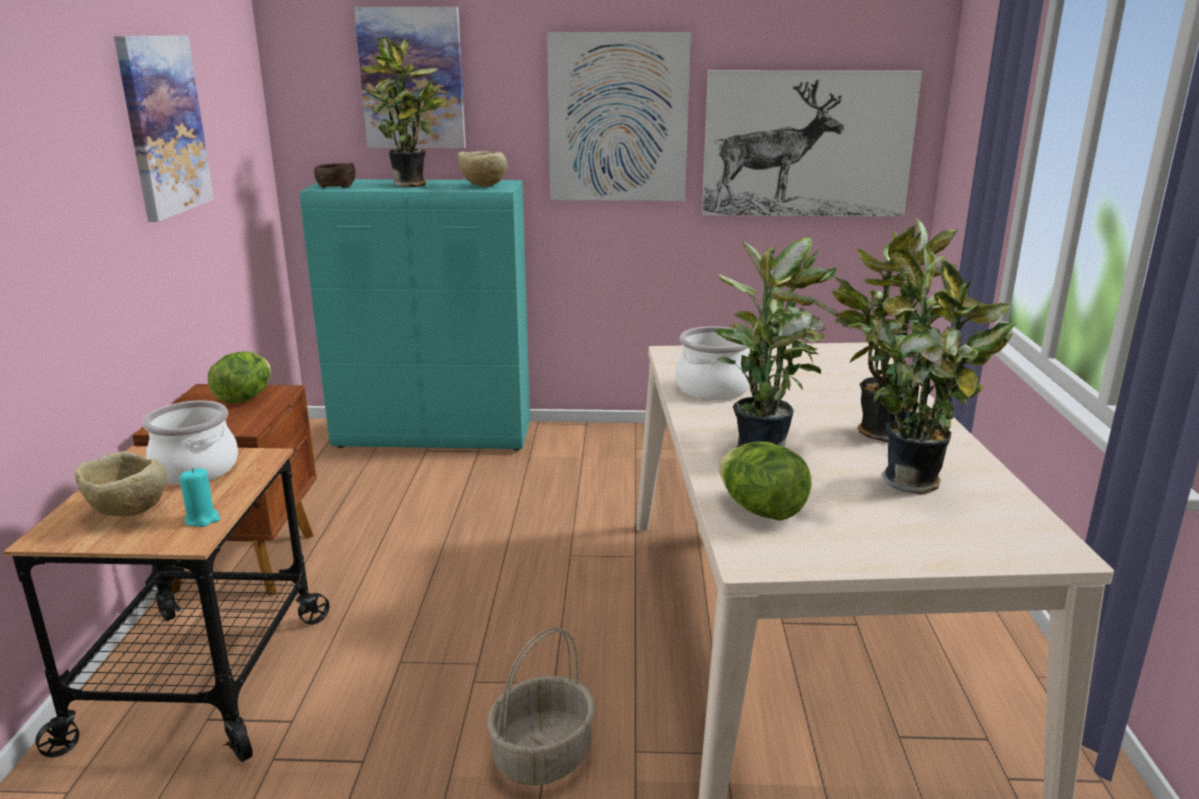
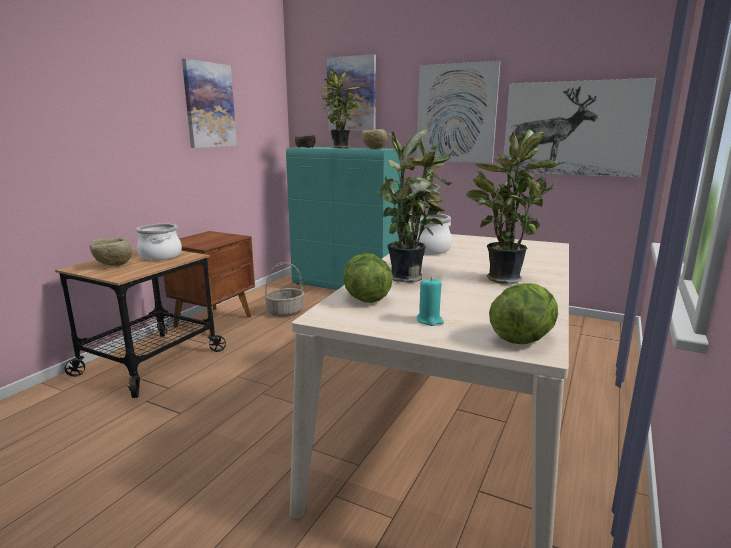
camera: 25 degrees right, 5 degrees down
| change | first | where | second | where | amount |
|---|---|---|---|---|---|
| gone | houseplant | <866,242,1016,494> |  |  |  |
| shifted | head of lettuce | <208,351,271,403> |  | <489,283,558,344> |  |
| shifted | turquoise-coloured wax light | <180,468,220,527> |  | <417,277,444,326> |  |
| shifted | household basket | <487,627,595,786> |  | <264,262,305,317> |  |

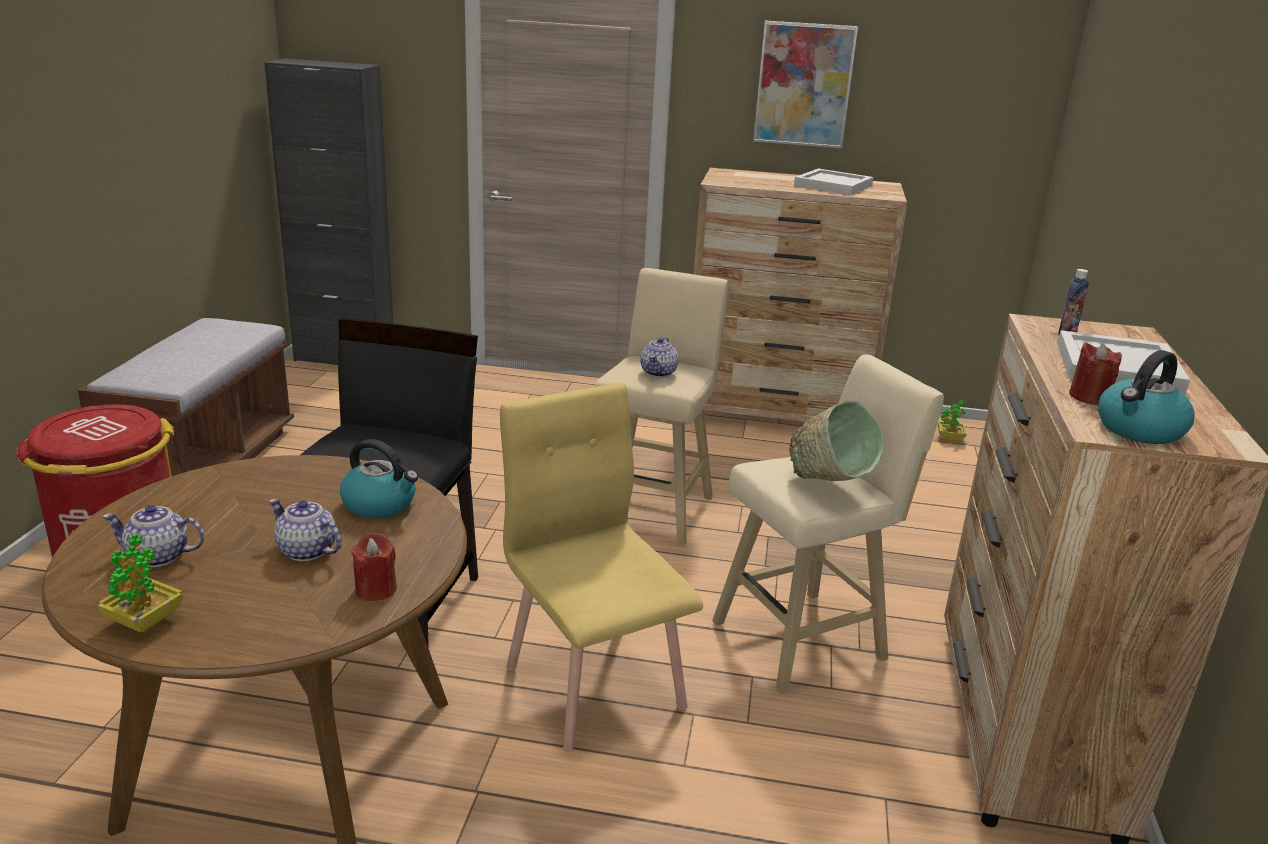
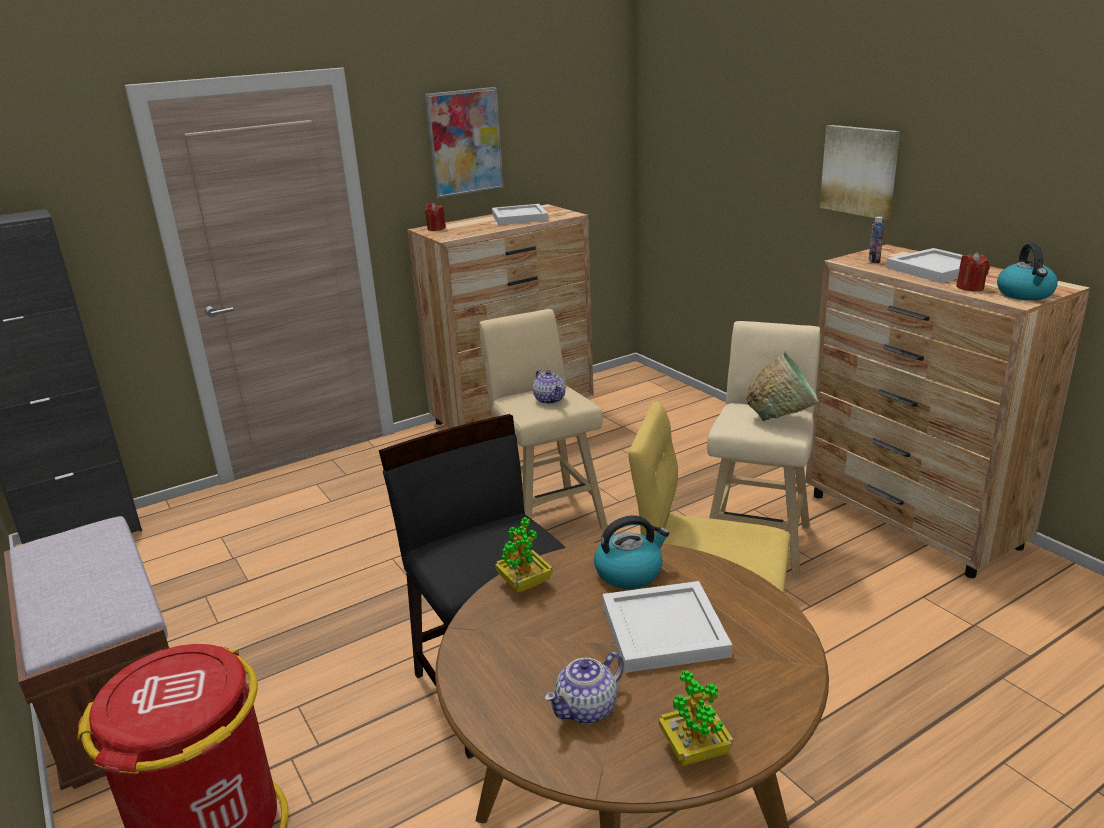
camera: 40 degrees left, 0 degrees up
| change | first | where | second | where | amount |
|---|---|---|---|---|---|
| shifted | houseplant | <938,400,967,442> |  | <495,517,552,592> |  |
| swapped | tea pot | <269,499,342,561> | white-coloured tray | <602,581,732,673> |  |
| shifted | red-coloured wax light | <351,533,397,601> |  | <425,203,446,231> |  |
| new |  |  | wall art | <820,125,900,220> |  |

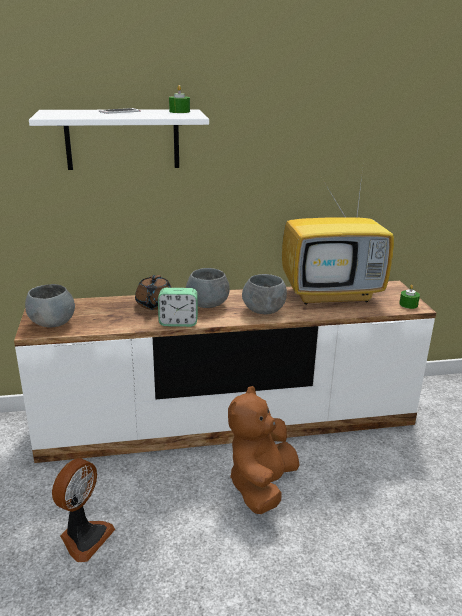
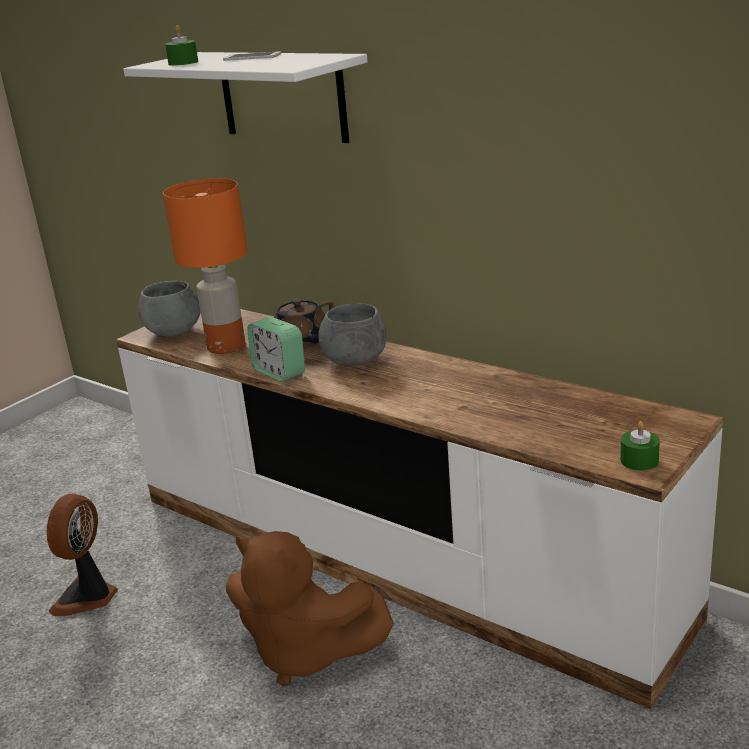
camera: 50 degrees right, 0 degrees up
| change | first | where | second | where | amount |
|---|---|---|---|---|---|
| shifted | green wax light | <169,85,190,113> |  | <165,25,198,66> |  |
| gone | TV | <282,168,394,305> |  |  |  |
| gone | greyish deep dish | <242,274,287,314> |  |  |  |
| rotated | brown cuddly toy | <228,386,299,514> |  | <226,531,394,686> | 135 degrees counterclockwise |
| rotated | electric fan | <52,458,115,562> |  | <47,494,118,617> | 120 degrees clockwise |
| new |  |  | orange-coloured lamp for a table | <163,178,248,354> |  |

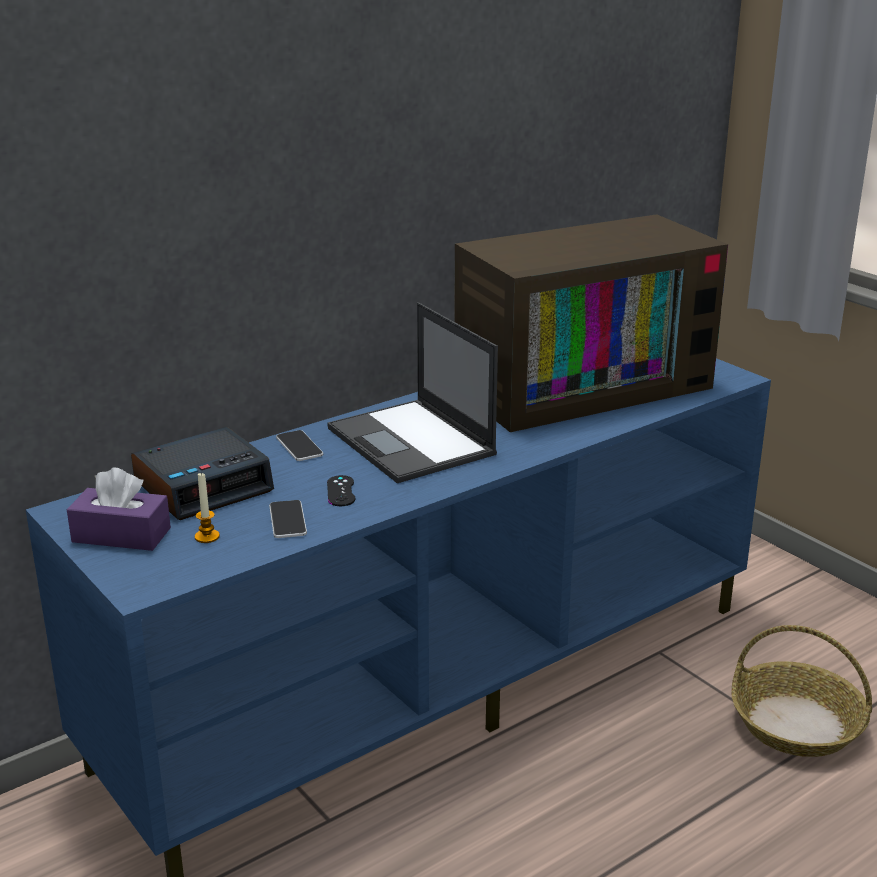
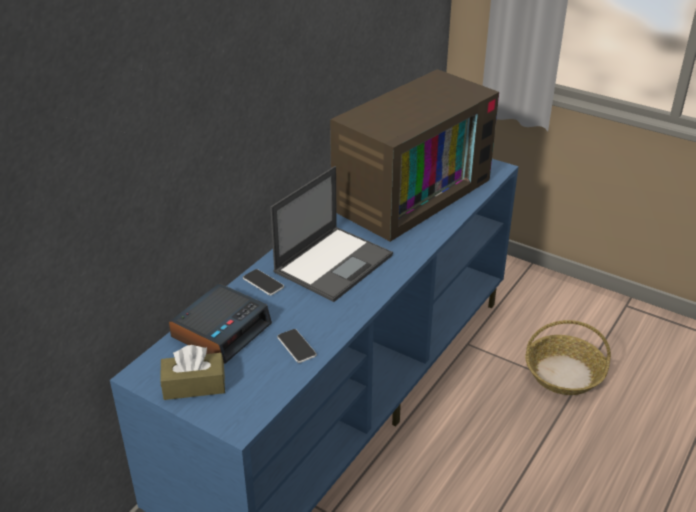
camera: 20 degrees left, 10 degrees up
| change | first | where | second | where | amount |
|---|---|---|---|---|---|
| rotated | laptop | <327,302,498,483> |  | <270,166,393,302> | 90 degrees counterclockwise |
| repainted | purplish tissue holder | <67,467,171,551> | brown tissue holder | <160,345,225,400> |  |
| gone | wax light | <195,473,220,543> |  |  |  |
| gone | black game controller | <327,475,355,506> |  |  |  |

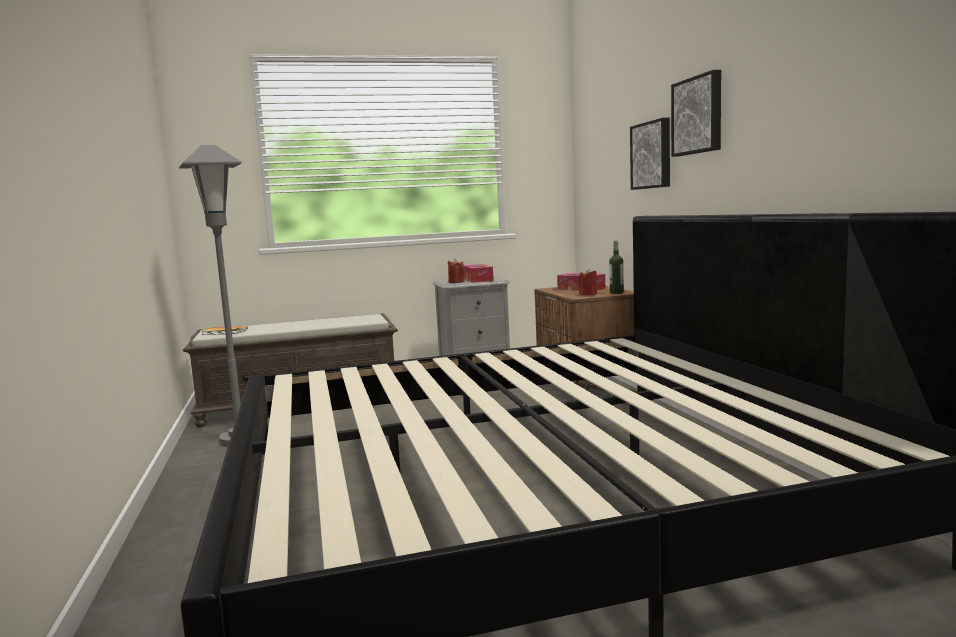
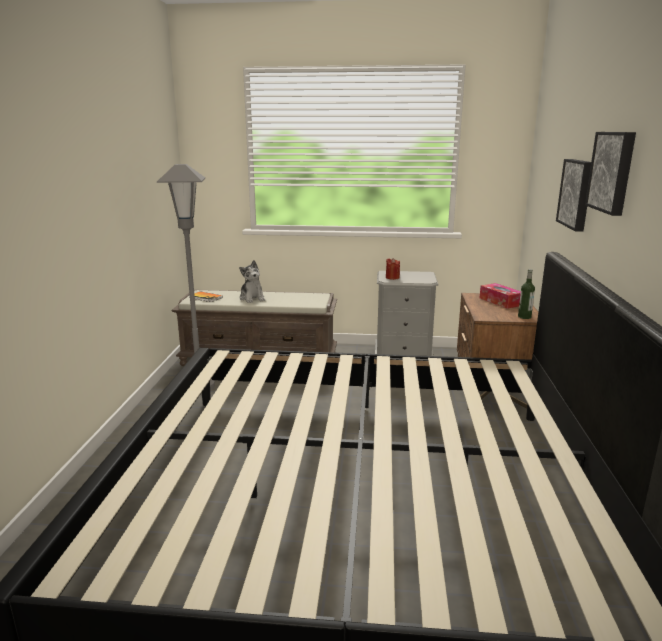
camera: 20 degrees right, 10 degrees up
| change | first | where | second | where | amount |
|---|---|---|---|---|---|
| gone | tissue holder | <463,264,494,283> |  |  |  |
| gone | red-coloured wax light | <579,269,597,295> |  |  |  |
| new |  |  | cuddly toy | <239,260,265,303> |  |

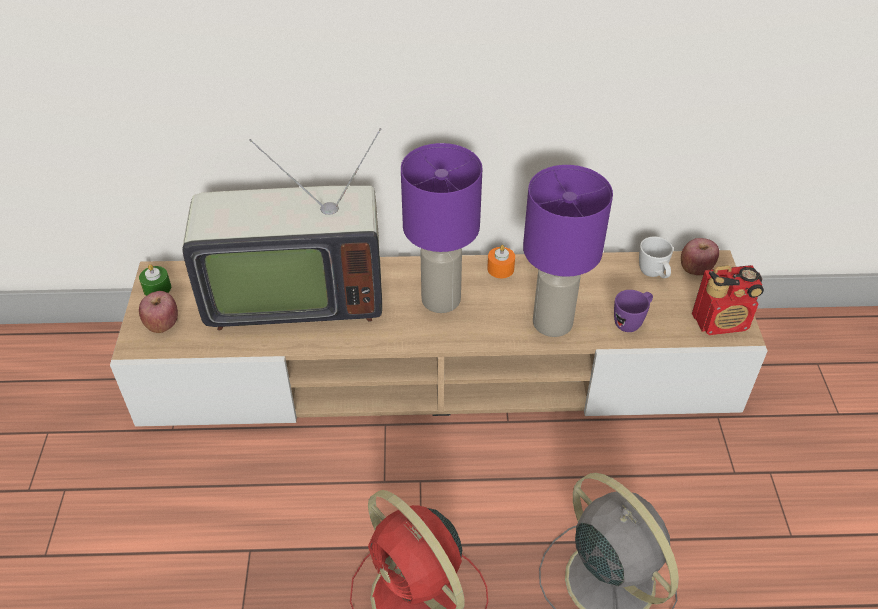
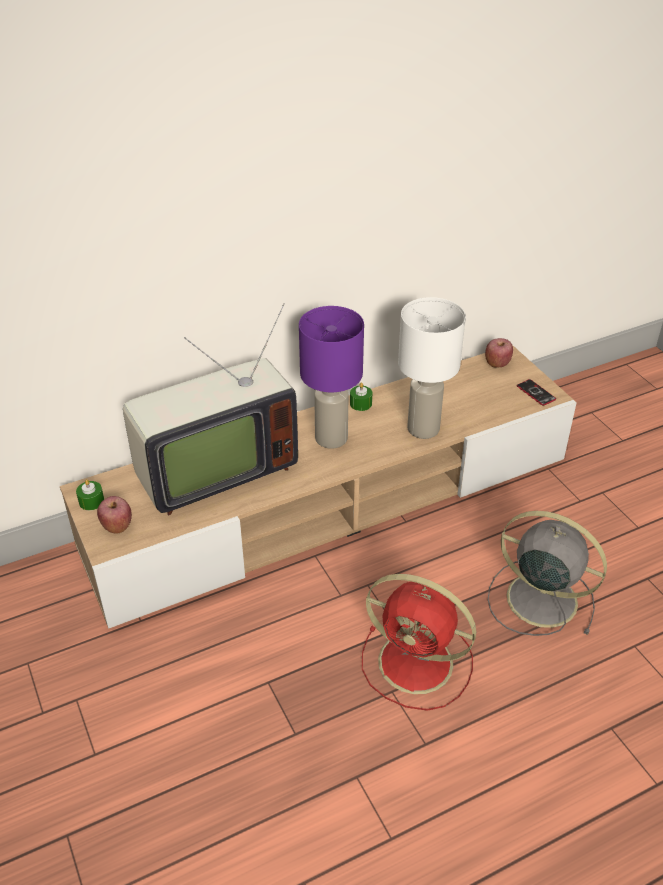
camera: 25 degrees left, 5 degrees down
| change | first | where | second | where | amount |
|---|---|---|---|---|---|
| repainted | purplish lamp for a table | <523,165,613,337> | white-coloured lamp for a table | <398,297,466,439> |  |
| gone | white-coloured coffee mug | <639,237,673,278> |  |  |  |
| repainted | orange-coloured wax light | <487,245,515,278> | green wax light | <350,383,372,411> |  |
| swapped | radio receiver | <692,265,764,335> | telephone | <517,379,556,406> |  |
| gone | purplish coffee mug | <614,290,653,332> |  |  |  |

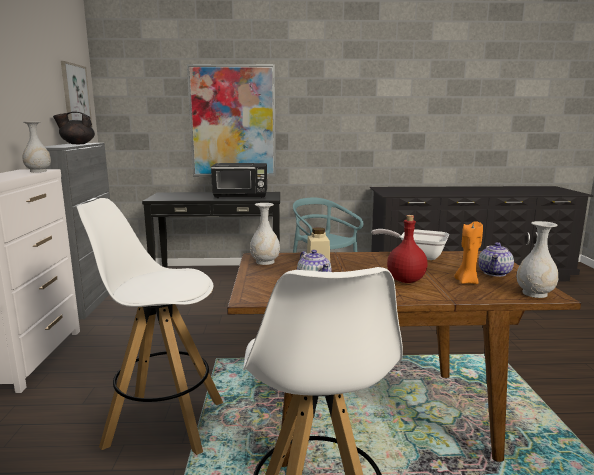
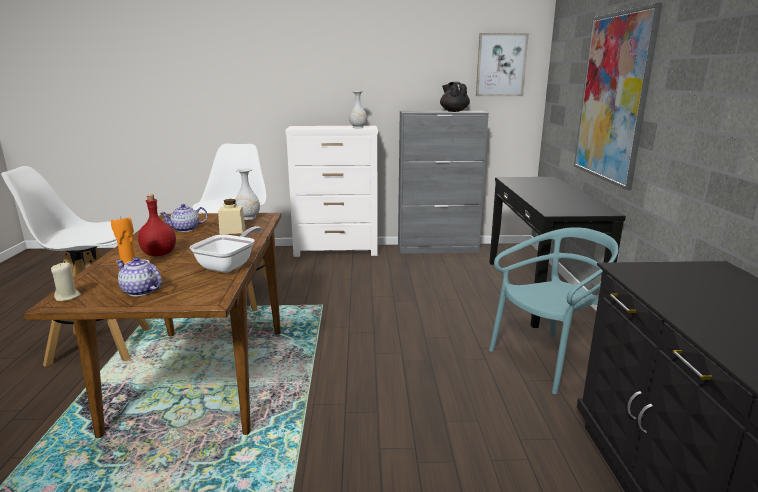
camera: 90 degrees right, 5 degrees up
| change | first | where | second | where | amount |
|---|---|---|---|---|---|
| gone | black kitchen microwave | <211,163,267,198> |  |  |  |
| swapped | white-coloured flower vase | <517,221,558,298> | sand-coloured wax light | <51,262,81,301> |  |

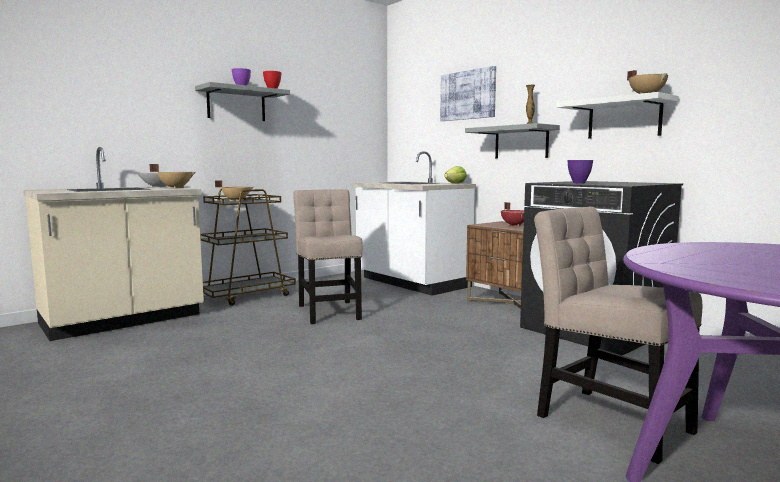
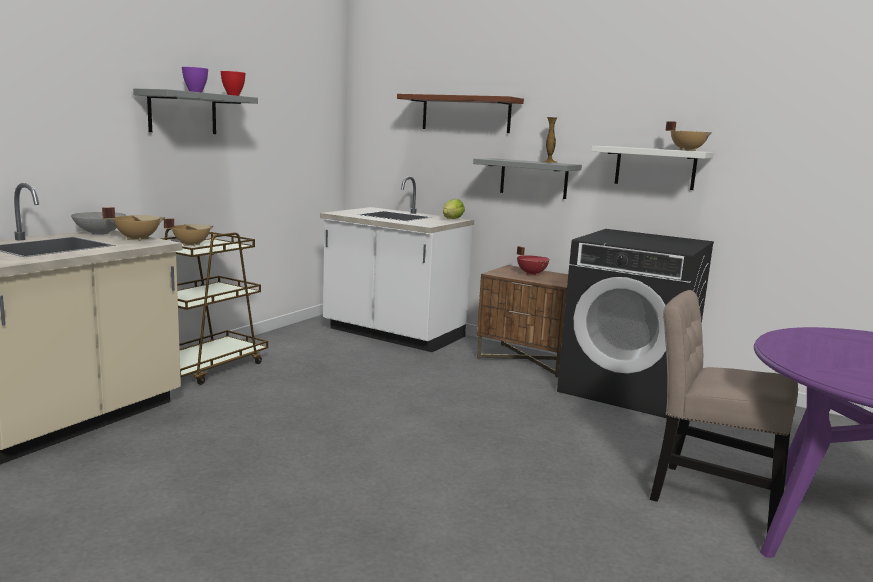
camera: 20 degrees left, 5 degrees up
| change | first | where | second | where | amount |
|---|---|---|---|---|---|
| swapped | wall art | <440,66,496,121> | brown wall shelf | <397,94,524,133> |  |
| gone | purplish deep dish | <568,160,593,183> |  |  |  |
| gone | sand-coloured upright chair | <293,190,362,324> |  |  |  |

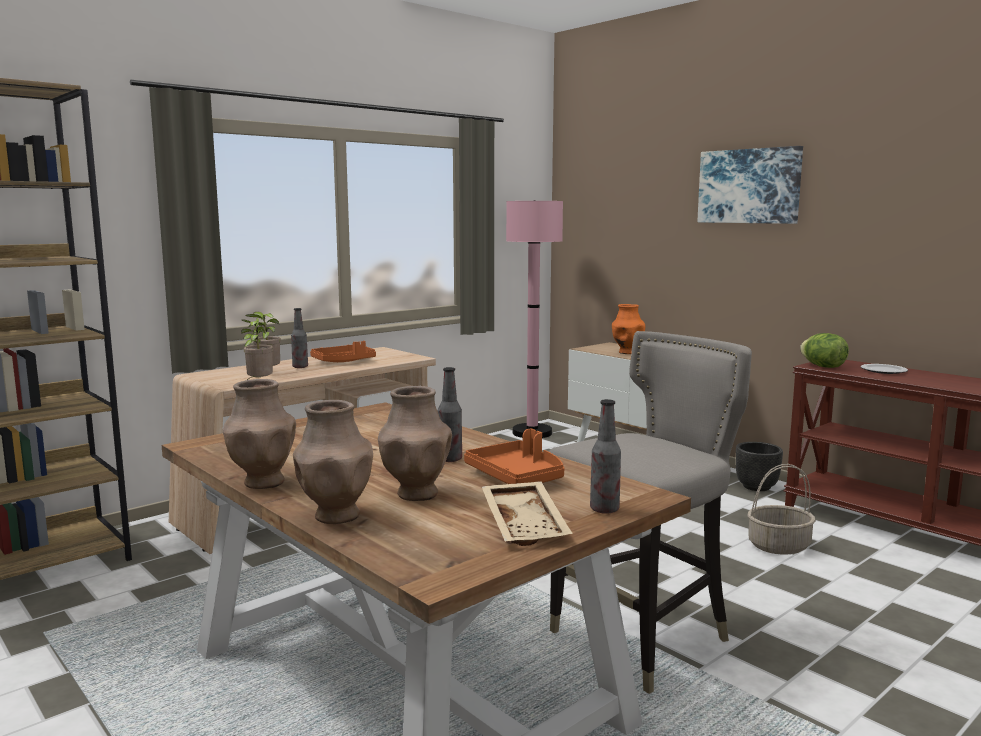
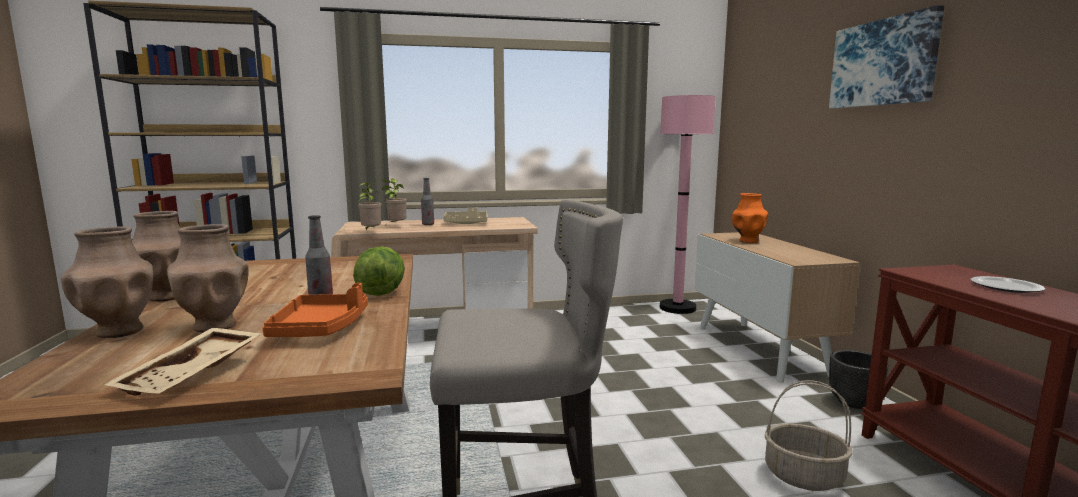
camera: 30 degrees right, 0 degrees up
| change | first | where | second | where | amount |
|---|---|---|---|---|---|
| shifted | head of lettuce | <800,333,849,368> |  | <353,246,405,296> |  |
| repainted | orange-coloured tray | <310,341,376,362> | sand-coloured tray | <443,208,488,224> |  |
| gone | beverage bottle | <590,399,621,514> |  |  |  |

